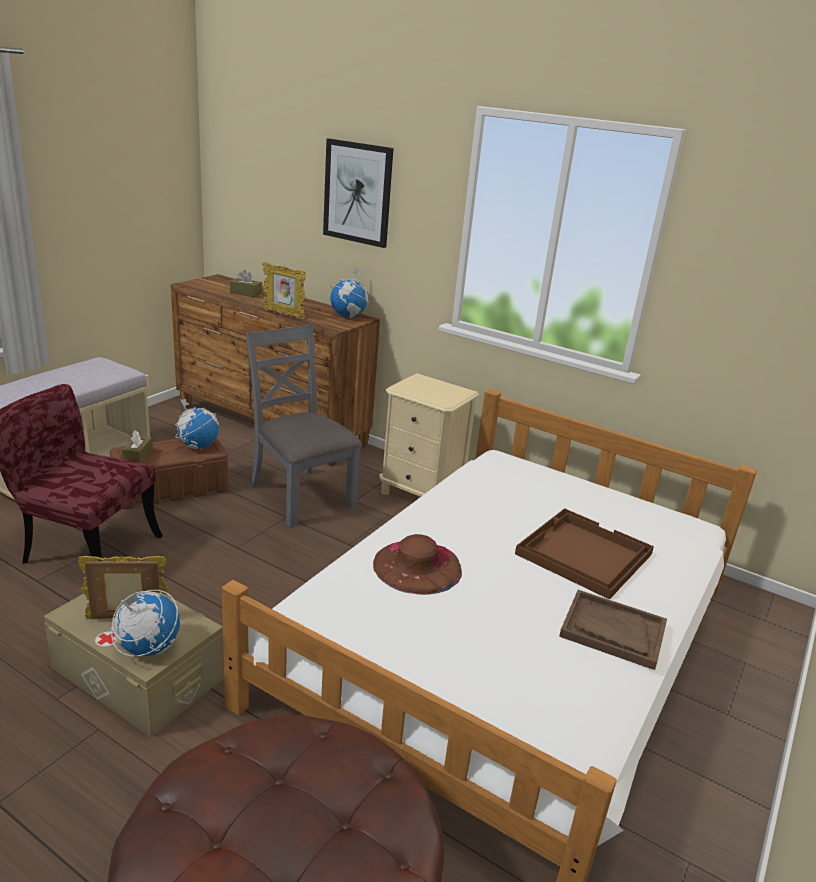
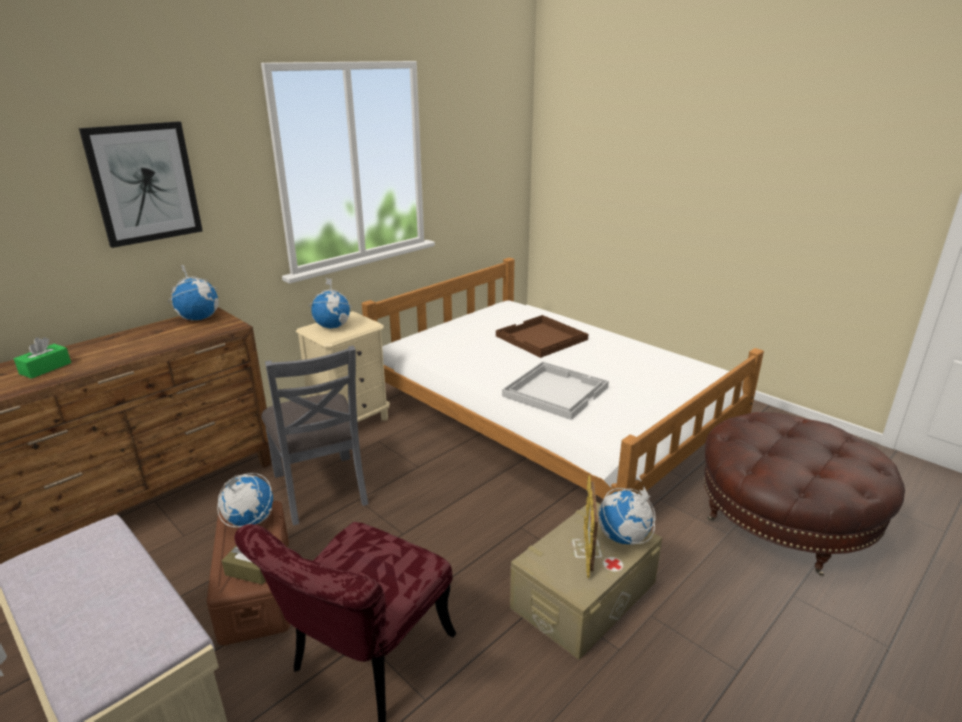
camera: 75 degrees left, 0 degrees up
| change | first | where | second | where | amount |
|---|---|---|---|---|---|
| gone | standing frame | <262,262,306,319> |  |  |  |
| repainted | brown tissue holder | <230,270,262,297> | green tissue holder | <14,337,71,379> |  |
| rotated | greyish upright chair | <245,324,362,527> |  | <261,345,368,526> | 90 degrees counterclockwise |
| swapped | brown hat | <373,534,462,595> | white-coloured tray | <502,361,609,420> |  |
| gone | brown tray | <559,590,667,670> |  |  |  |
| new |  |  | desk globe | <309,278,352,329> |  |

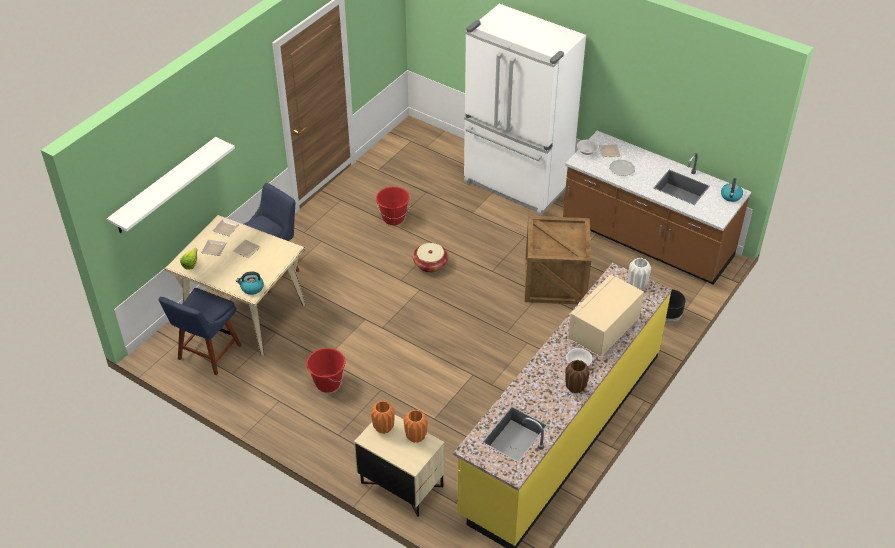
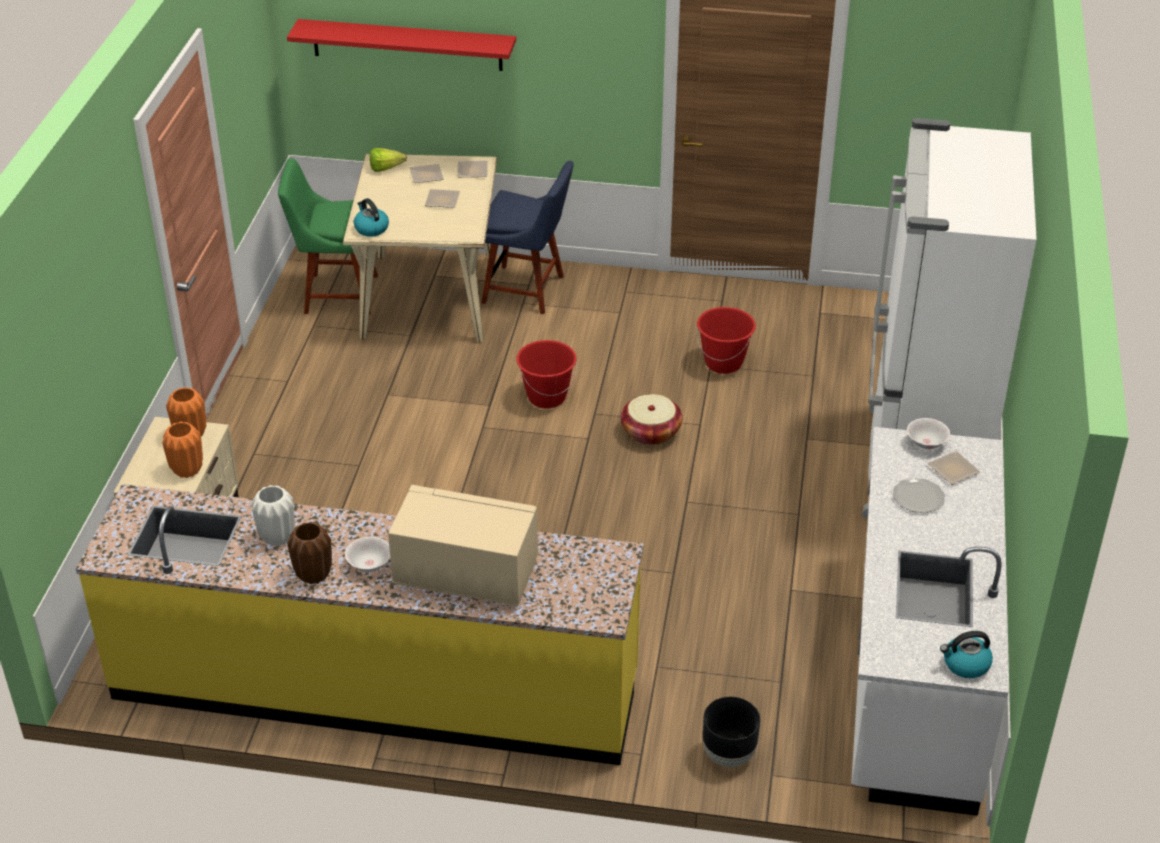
camera: 65 degrees right, 5 degrees down
| change | first | where | second | where | amount |
|---|---|---|---|---|---|
| repainted | brown counter | <563,131,751,285> | white-coloured counter | <851,427,1008,816> |  |
| repainted | white-coloured wall shelf | <107,137,235,233> | red-coloured wall shelf | <287,19,516,71> |  |
| gone | crate | <525,216,591,304> |  |  |  |
| shifted | white-coloured flower vase | <628,258,651,289> |  | <252,485,295,546> |  |
| repainted | bluish upright chair | <159,288,241,375> | green upright chair | <278,158,378,315> |  |
| shifted | red-coloured pail | <306,348,345,393> |  | <516,340,577,409> |  |

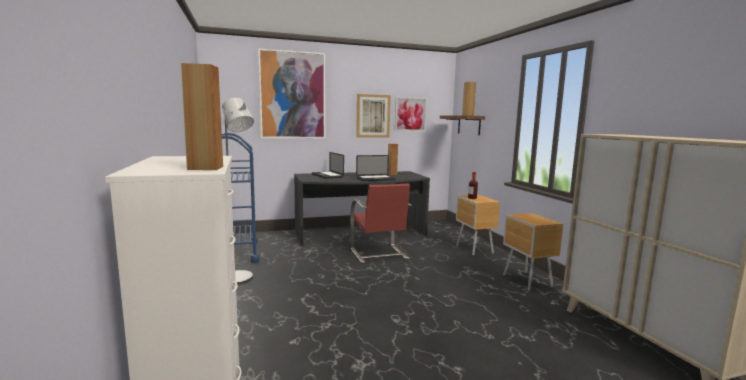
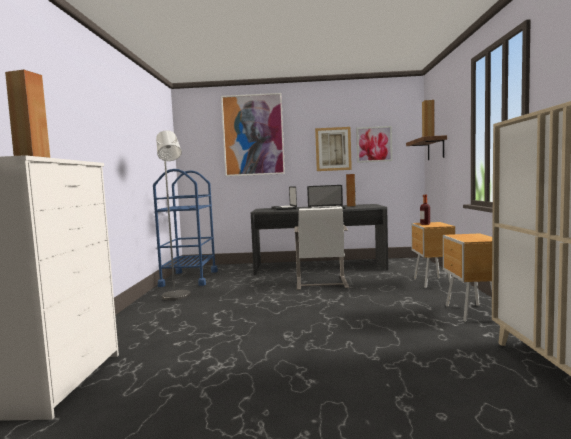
camera: 20 degrees right, 5 degrees down
| change | first | where | second | where | amount |
|---|---|---|---|---|---|
| repainted | red-coloured upright chair | <350,183,411,263> | white-coloured upright chair | <294,207,349,290> |  |

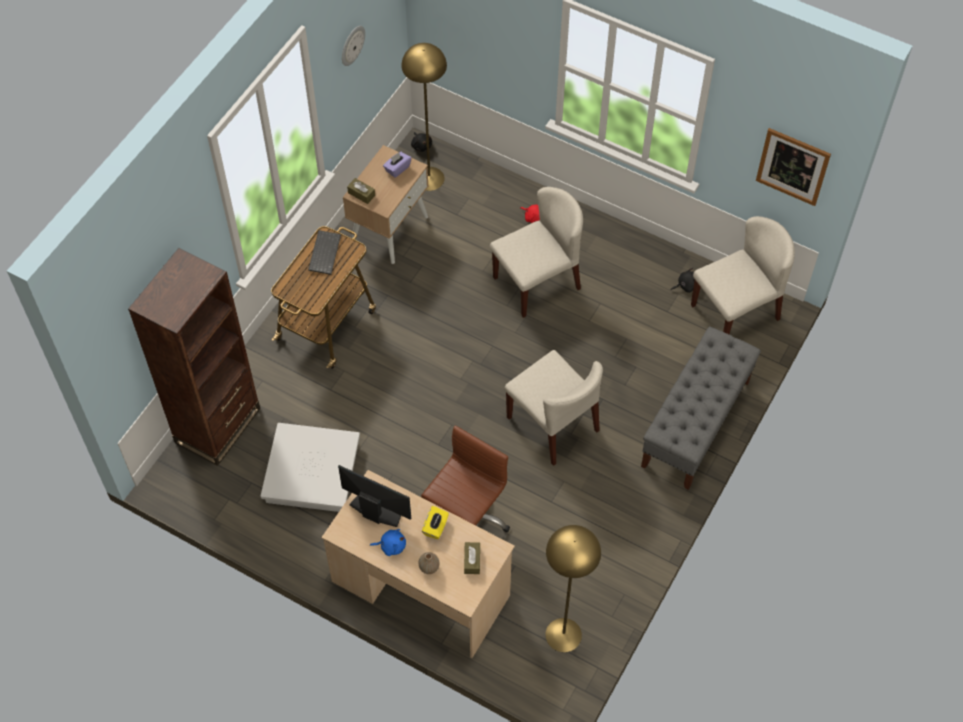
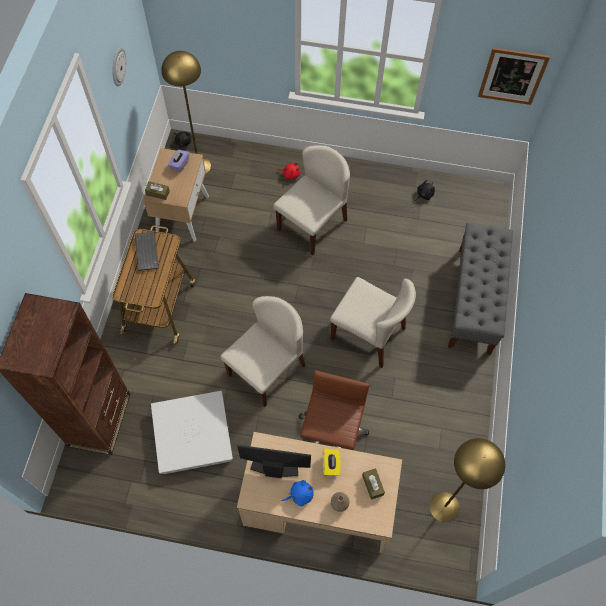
camera: 20 degrees left, 5 degrees up
| change | first | where | second | where | amount |
|---|---|---|---|---|---|
| shifted | sand-coloured upright chair | <691,216,795,334> |  | <220,296,305,407> |  |

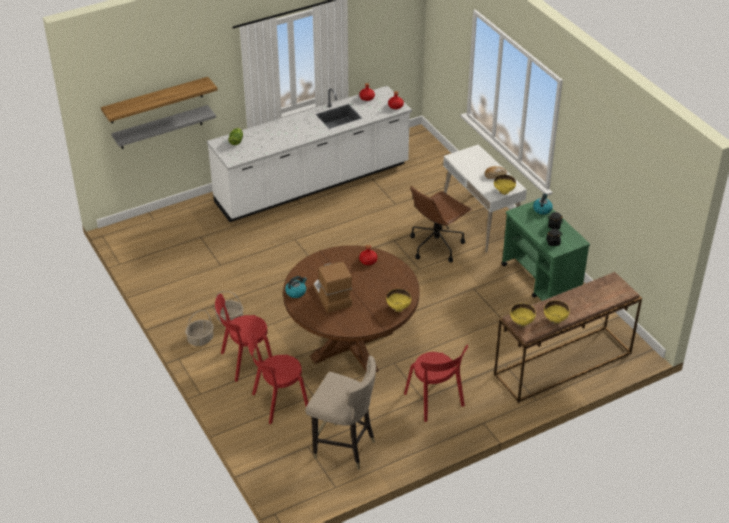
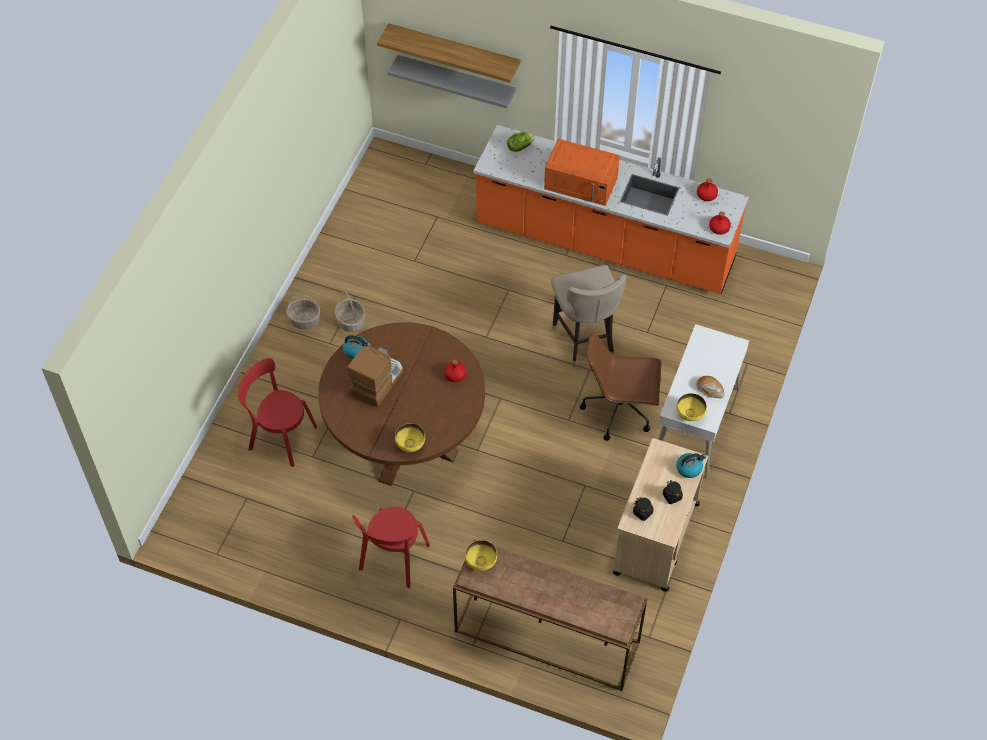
camera: 50 degrees right, 15 degrees up
| change | first | where | second | where | amount |
|---|---|---|---|---|---|
| repainted | white-coloured counter | <207,86,412,222> | orange-coloured counter | <474,125,749,294> |  |
| repainted | green cart | <501,200,590,301> | sand-coloured cart | <613,438,708,592> |  |
| gone | red-coloured upright chair | <215,293,272,382> |  |  |  |
| gone | yellow-coloured deep dish | <544,301,569,324> |  |  |  |
| shifted | sand-coloured stool seat | <305,356,376,470> |  | <551,265,626,367> |  |
| new |  |  | orange-coloured kitchen microwave | <544,139,620,206> |  |

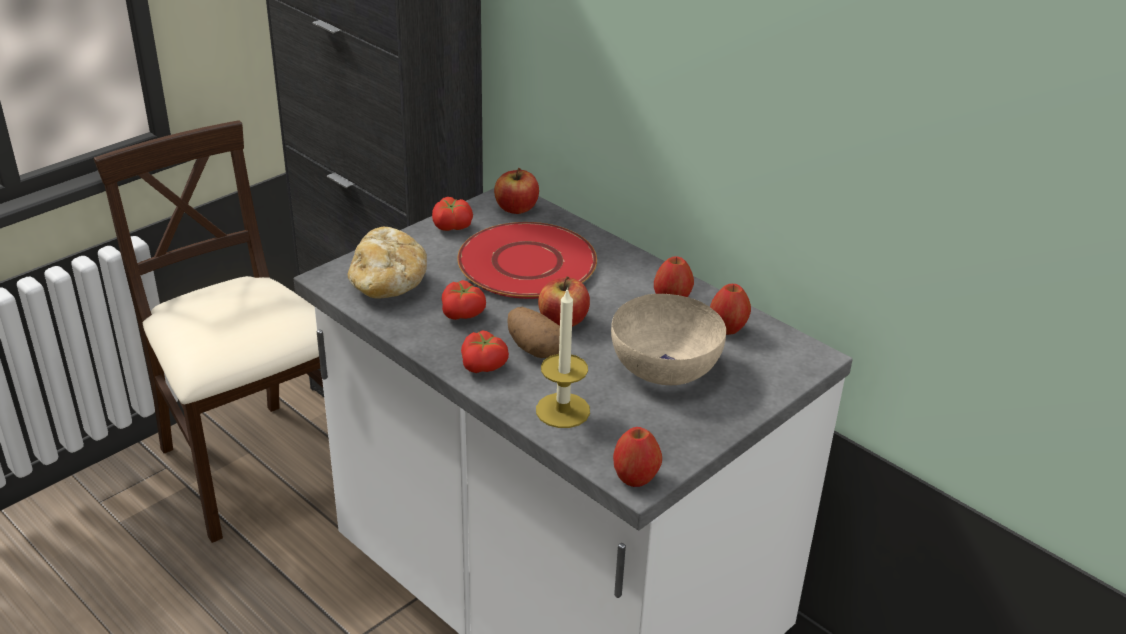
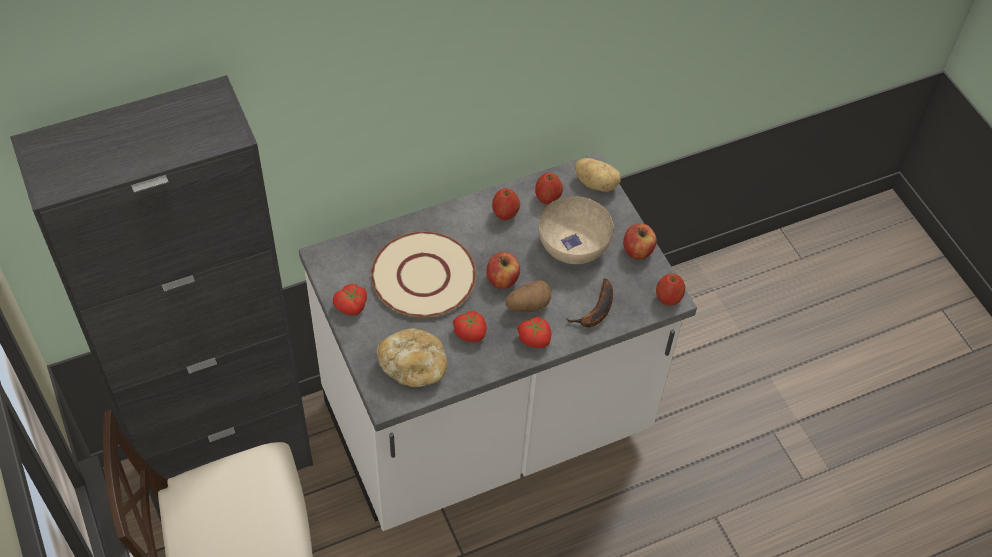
camera: 70 degrees left, 20 degrees up
| change | first | where | second | where | amount |
|---|---|---|---|---|---|
| shifted | whole apple | <494,168,539,214> |  | <623,223,657,260> |  |
| repainted | red-coloured dinner plate | <457,222,597,299> | sand-coloured dinner plate | <371,232,476,317> |  |
| swapped | wax light | <536,287,590,428> | banana | <566,279,613,327> |  |
| new |  |  | spud | <575,158,621,192> |  |

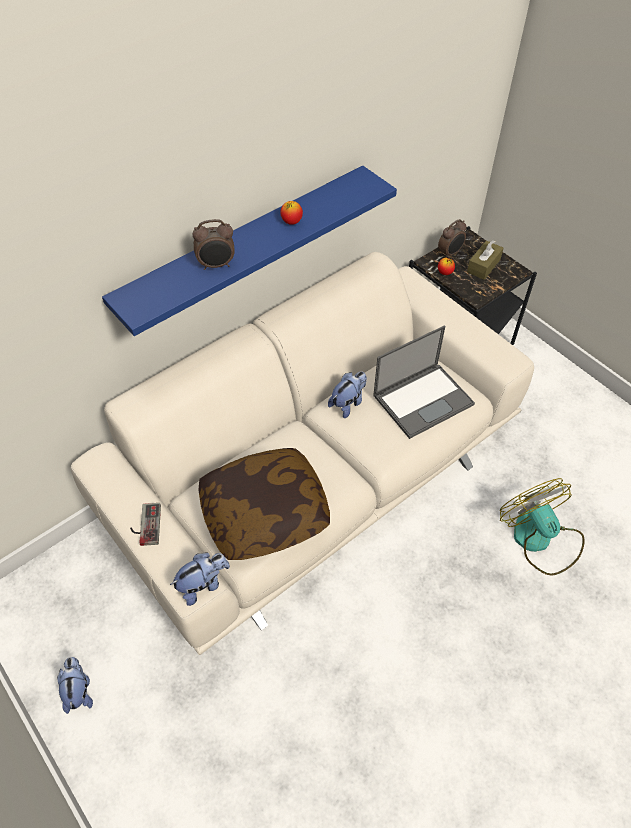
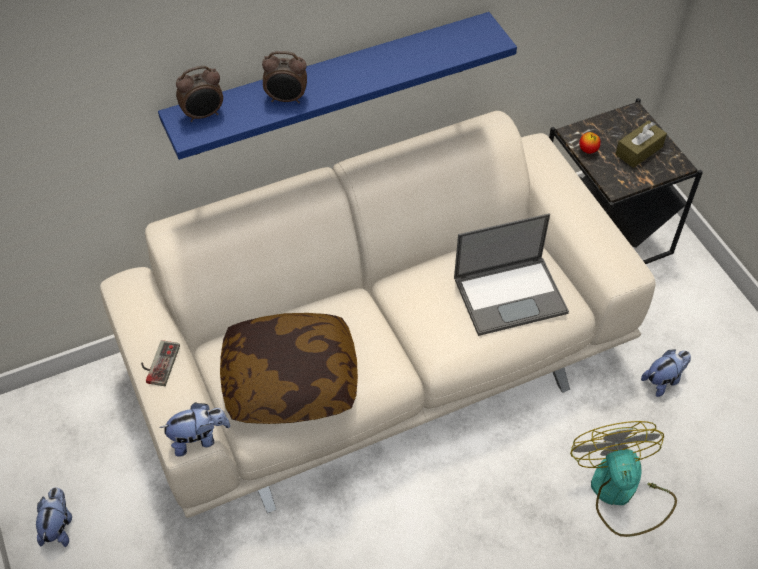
camera: 15 degrees right, 0 degrees up
| change | first | where | second | where | amount |
|---|---|---|---|---|---|
| gone | whole apple | <280,201,303,225> |  |  |  |
| shifted | bedside clock | <438,219,467,258> |  | <176,66,223,122> |  |
| shifted | cuddly toy | <328,372,367,418> |  | <641,349,691,397> |  |

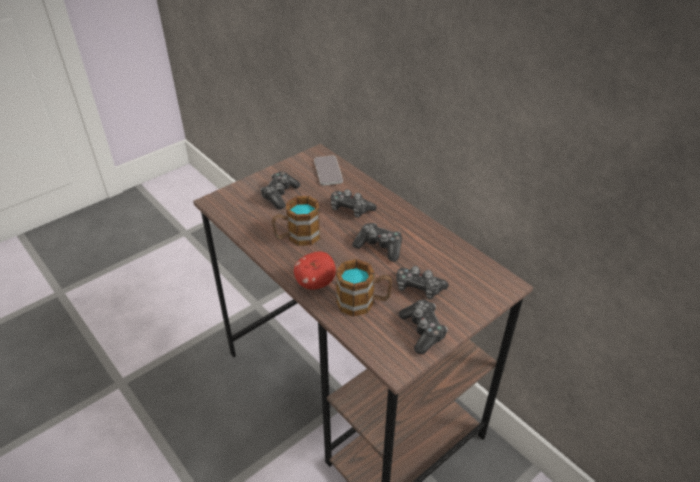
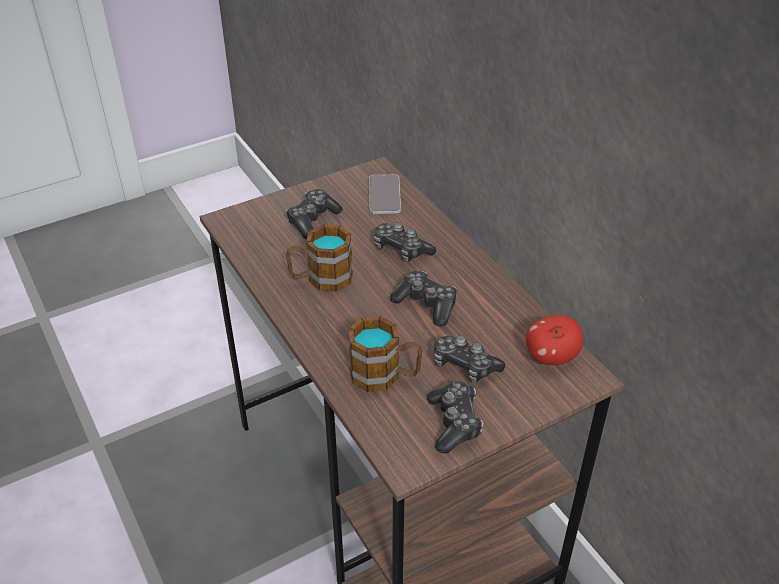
camera: 10 degrees right, 0 degrees up
| change | first | where | second | where | amount |
|---|---|---|---|---|---|
| shifted | whole apple | <294,252,336,290> |  | <526,315,583,365> |  |

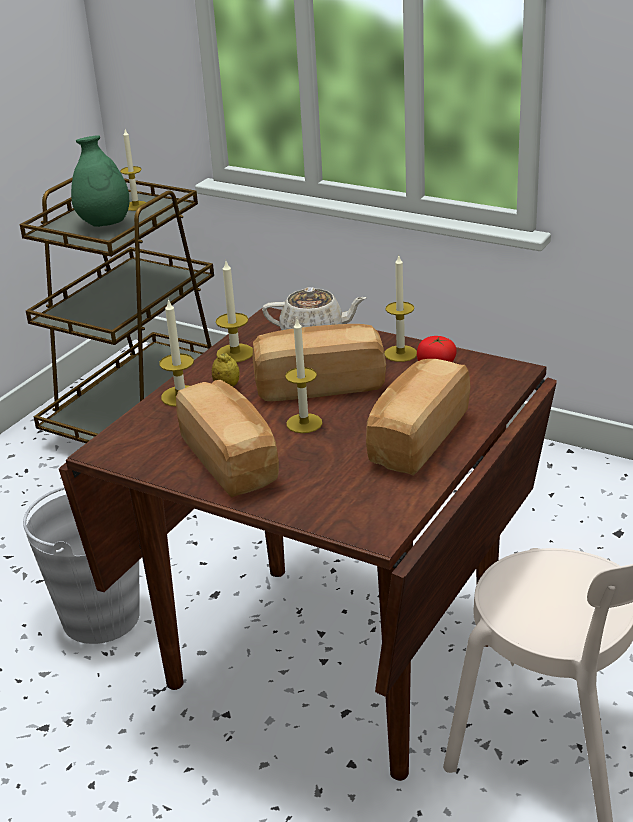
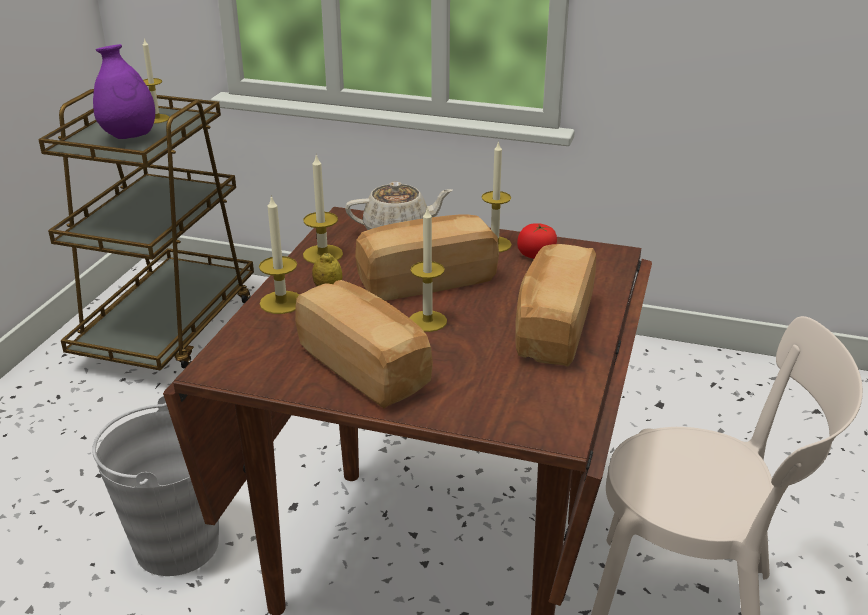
camera: 15 degrees left, 0 degrees up
| change | first | where | second | where | amount |
|---|---|---|---|---|---|
| repainted | green flower vase | <71,135,129,227> | purplish flower vase | <93,44,155,139> |  |

